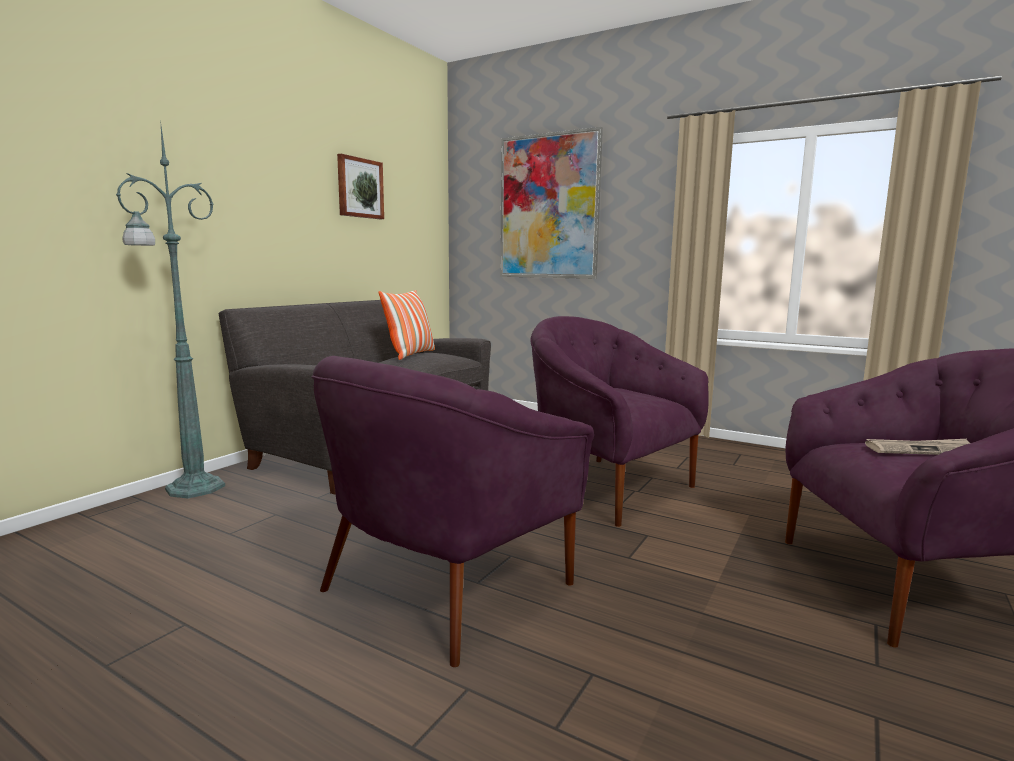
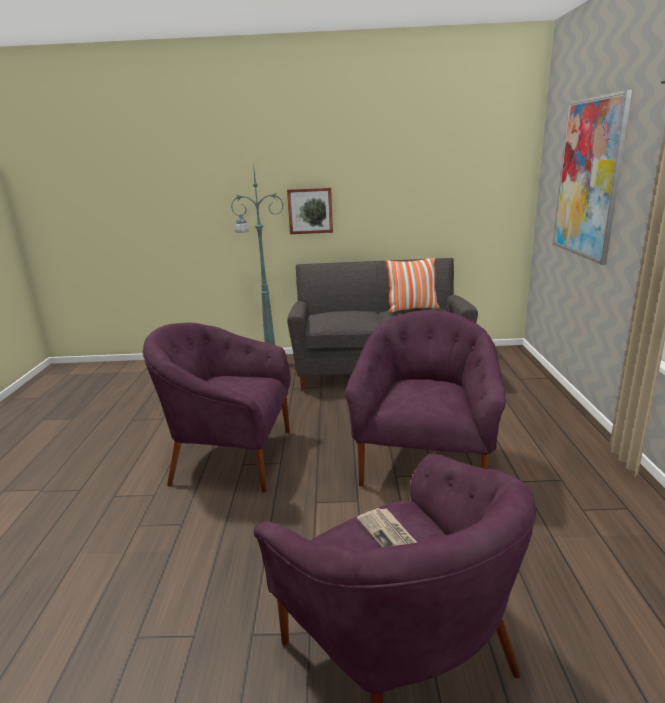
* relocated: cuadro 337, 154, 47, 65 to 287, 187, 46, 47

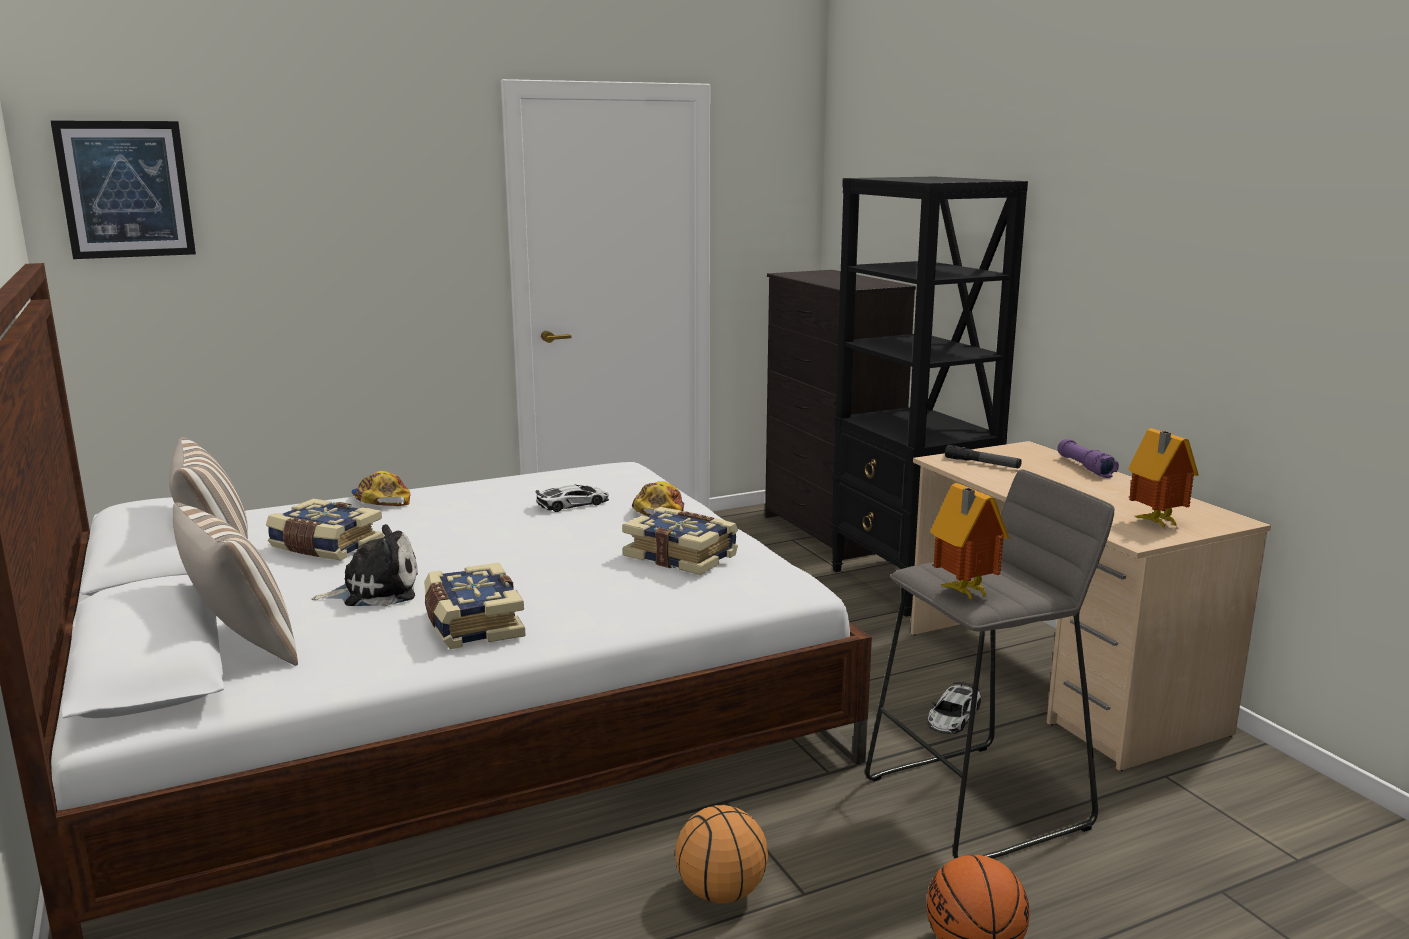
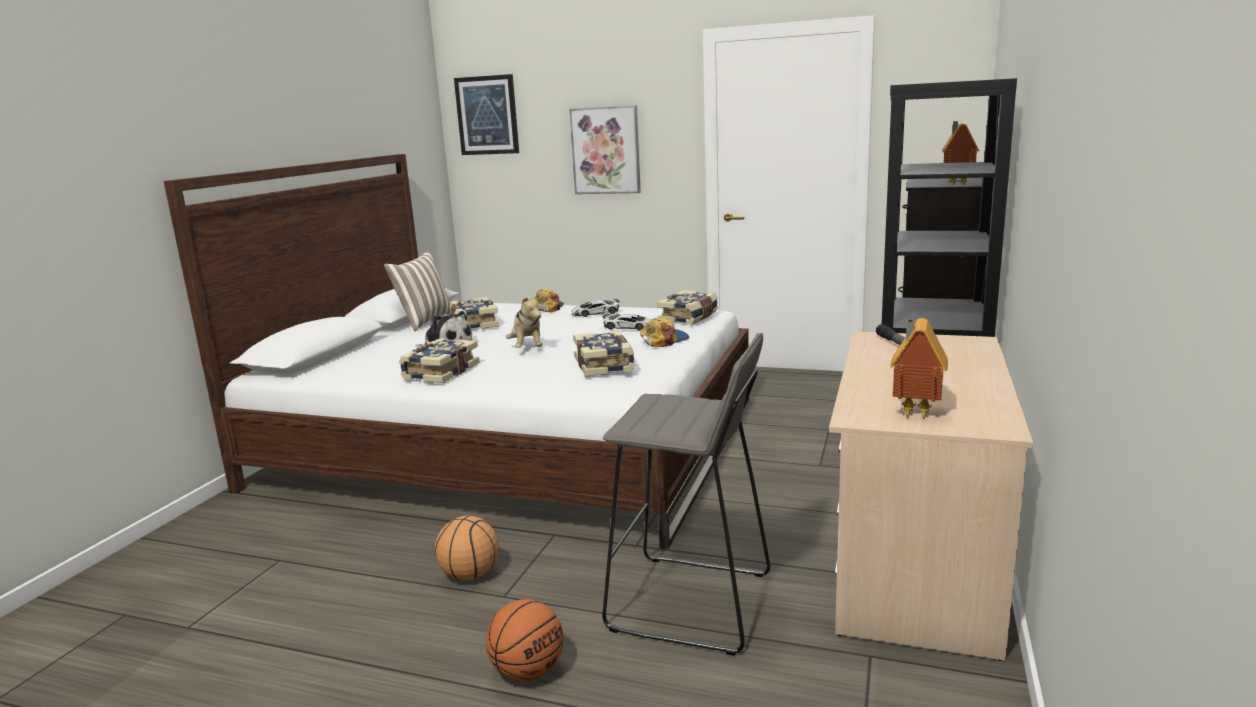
* missing: linterna/morado 1058, 439, 61, 39
* relocated: casita 930, 483, 79, 118 to 942, 121, 37, 64
* missing: cojín 173, 502, 125, 164
* relocated: coche de juguete 928, 682, 53, 52 to 572, 299, 47, 18
* appeared: cuadro 569, 105, 72, 89
* appeared: libro 657, 290, 61, 35
* appeared: peluche 506, 293, 36, 55

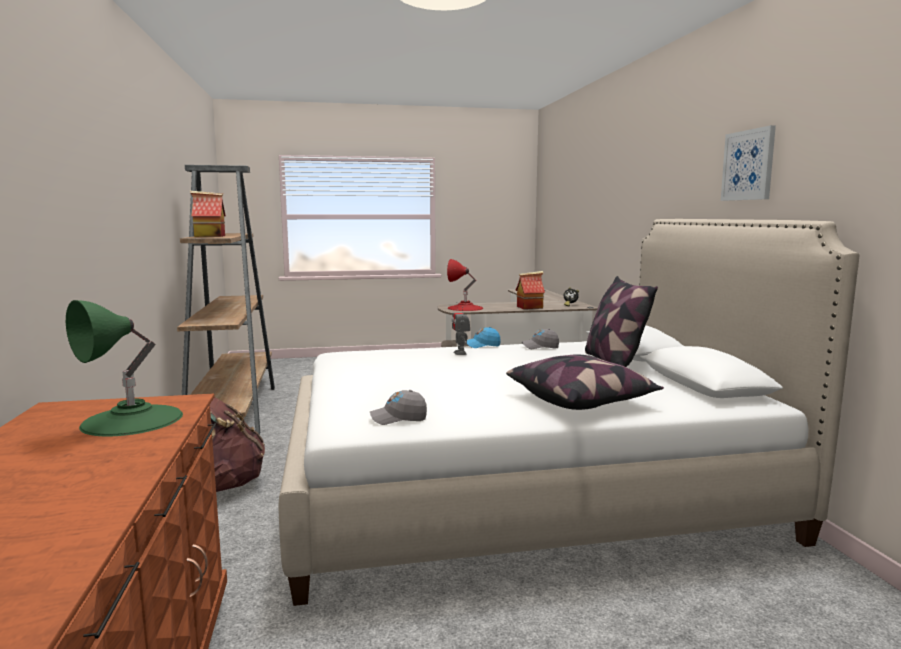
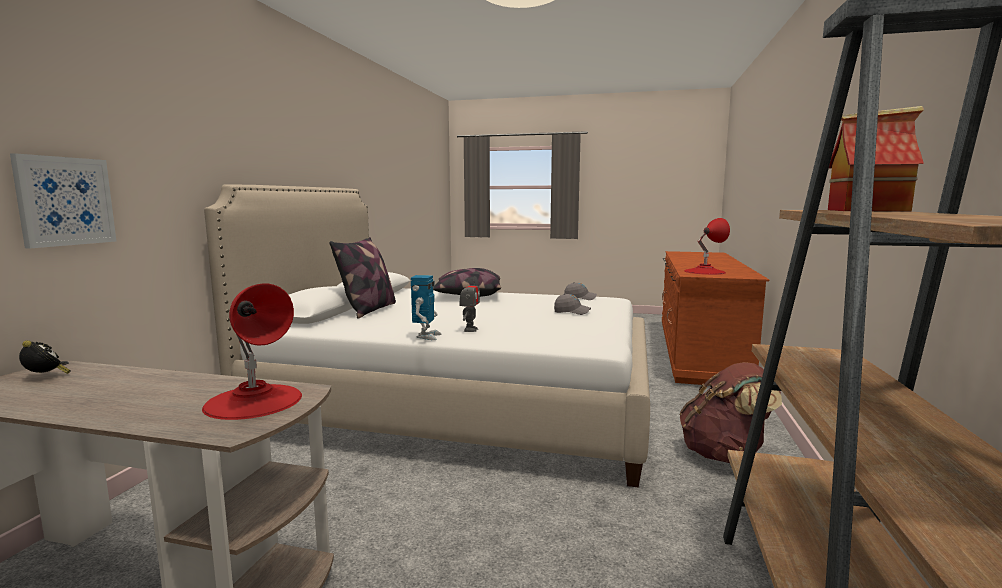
* relocated: cuadro 721, 125, 55, 76 to 10, 153, 106, 95
* missing: casita 515, 271, 30, 38
* colour: lámpara de mesa/verde 66, 300, 117, 136 to lámpara de mesa/rojo 684, 218, 46, 57
* exchanged: gorra/azul 467, 327, 34, 21 to robot de juguete 411, 275, 31, 65
* relocated: gorra/gris 522, 328, 37, 21 to 554, 294, 37, 21

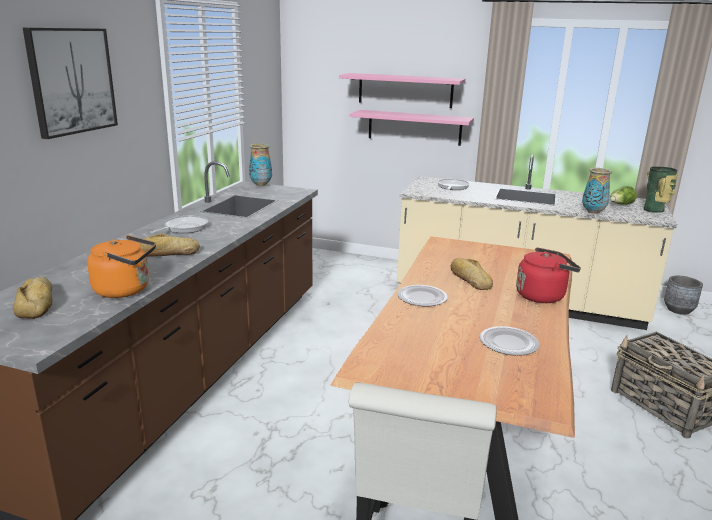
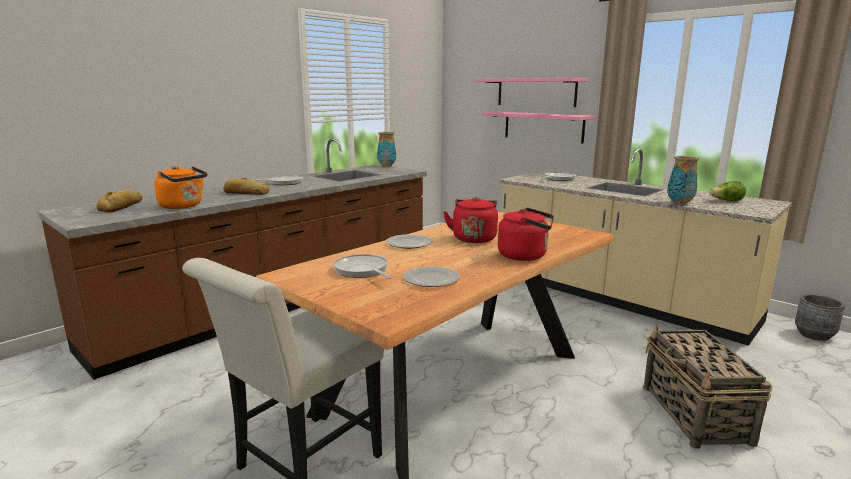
* missing: cuadro 23, 28, 95, 111
* missing: florero 643, 166, 34, 47
* exchanged: pan 450, 258, 43, 32 to hervidor/rojo 443, 197, 55, 46
* appeared: sartén 333, 254, 60, 25

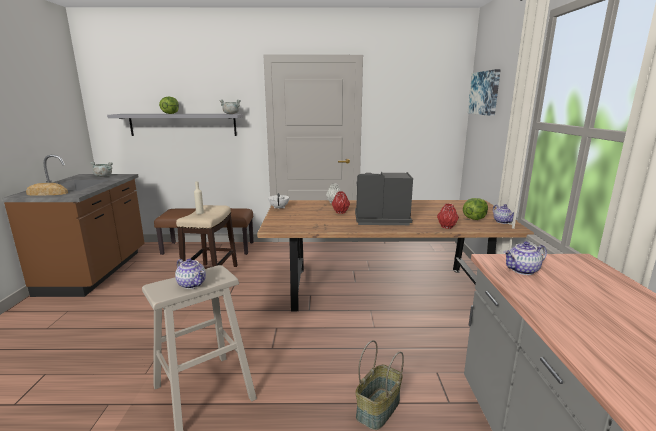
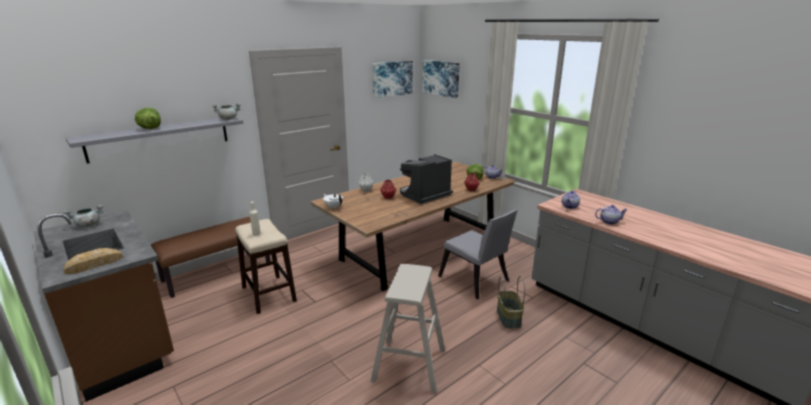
* relocated: tetera 175, 259, 31, 30 to 595, 205, 33, 20
* appeared: cuadro 372, 61, 41, 37
* appeared: silla/gris 438, 209, 80, 90

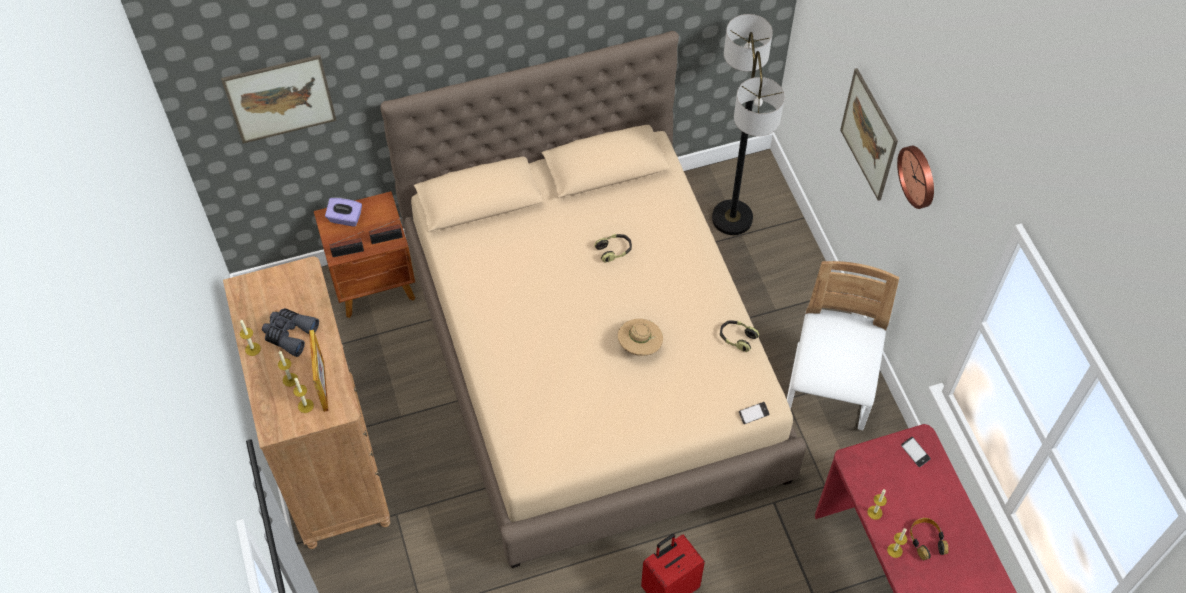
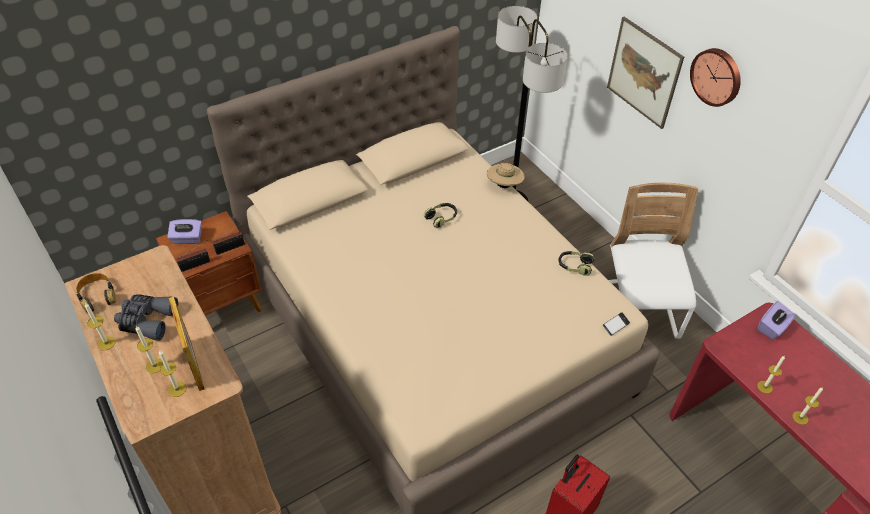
* missing: cuadro 221, 55, 116, 89
* relocated: sombrero/beis 618, 319, 45, 37 to 487, 163, 38, 25
* exchanged: móvil 901, 437, 30, 30 to caja de pañuelos/morado 758, 301, 37, 39
* relocated: auriculares 910, 518, 39, 42 to 76, 273, 40, 40

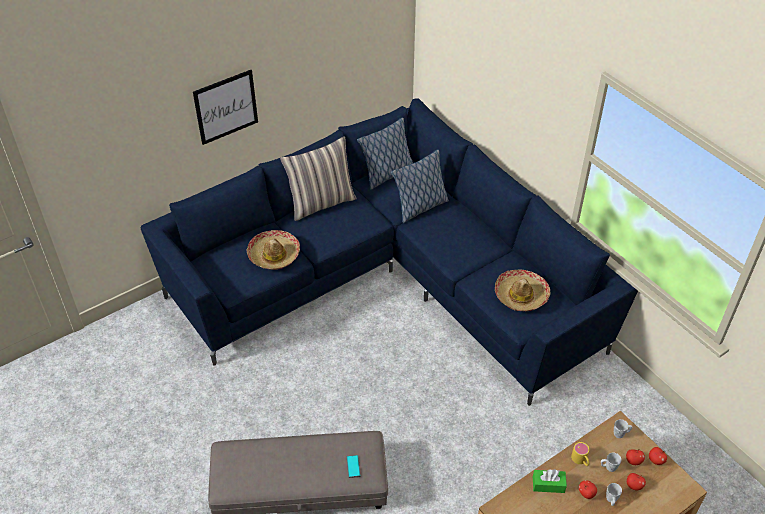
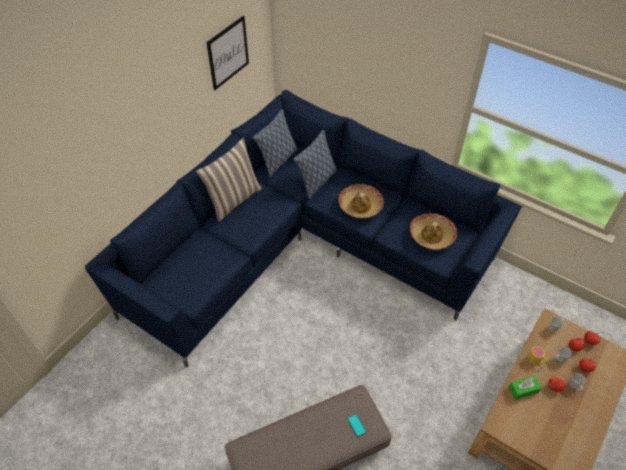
* relocated: cuadro 193, 70, 65, 75 to 206, 16, 43, 74
* relocated: sombrero 247, 230, 53, 40 to 338, 184, 46, 34

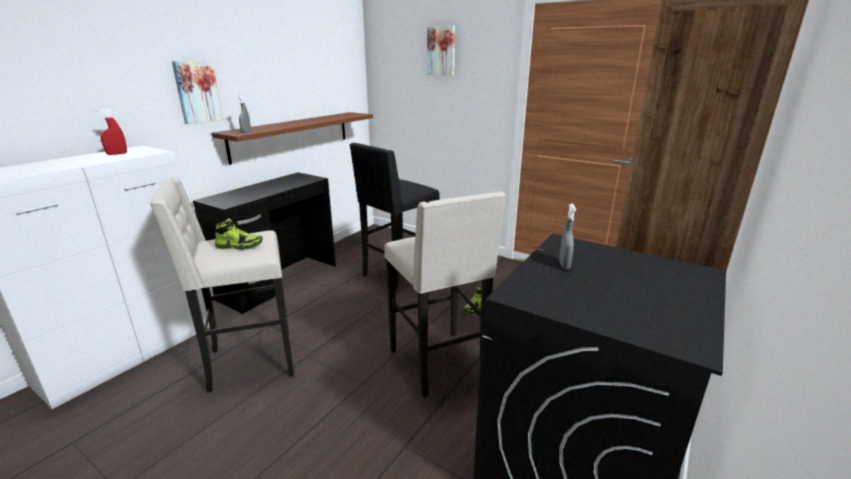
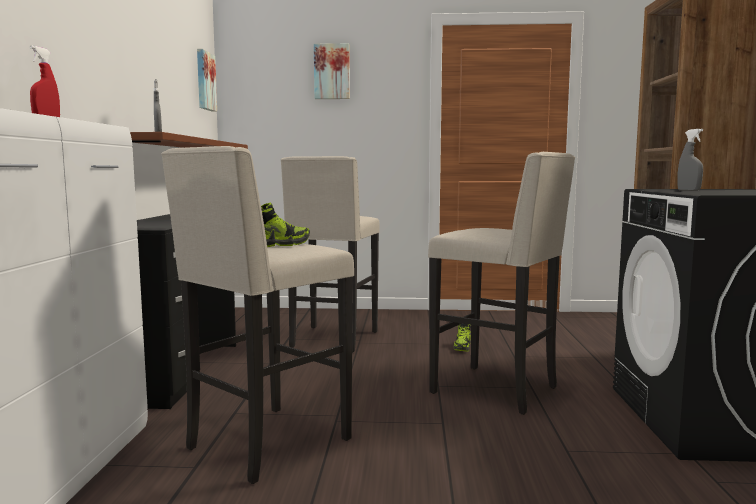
* relocated: cuadro 172, 61, 51, 63 to 197, 49, 20, 63
* colour: taburete/negro 350, 143, 90, 149 to taburete/beis 280, 156, 100, 197

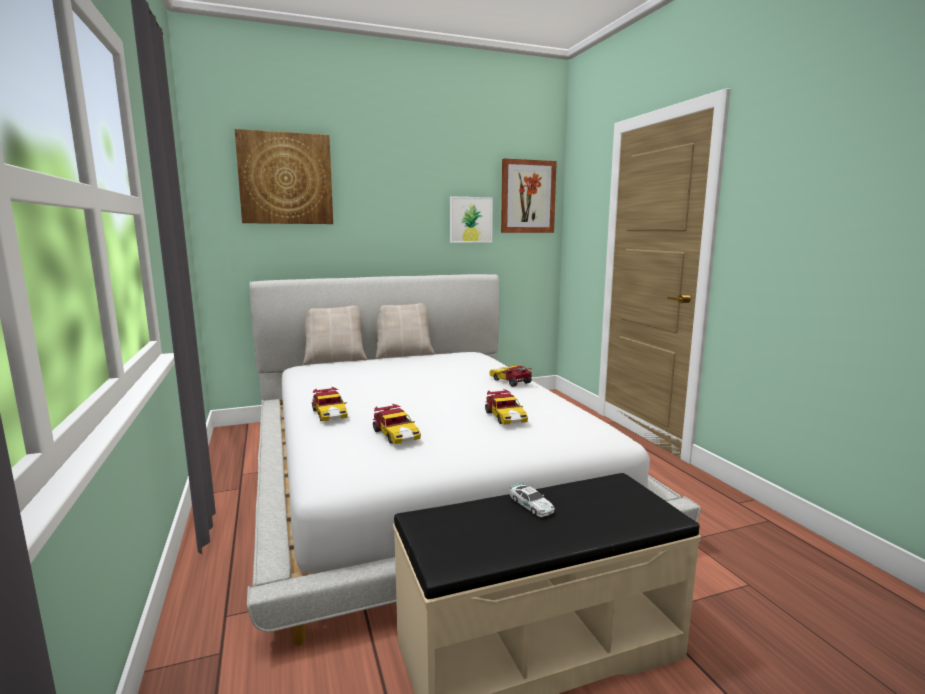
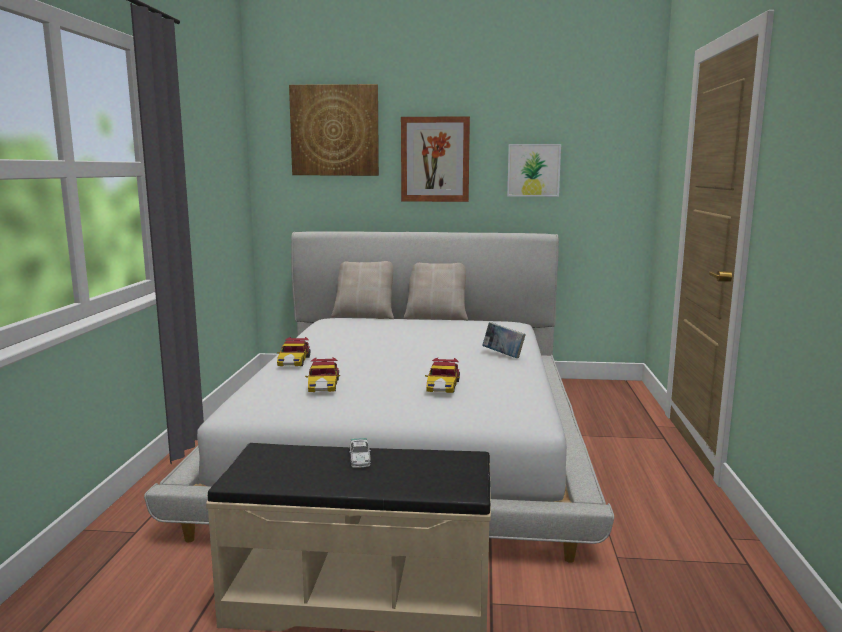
* relocated: cuadro 501, 159, 56, 74 to 401, 116, 69, 86
* exchanged: coche de juguete 489, 365, 43, 22 to libro 482, 322, 44, 36

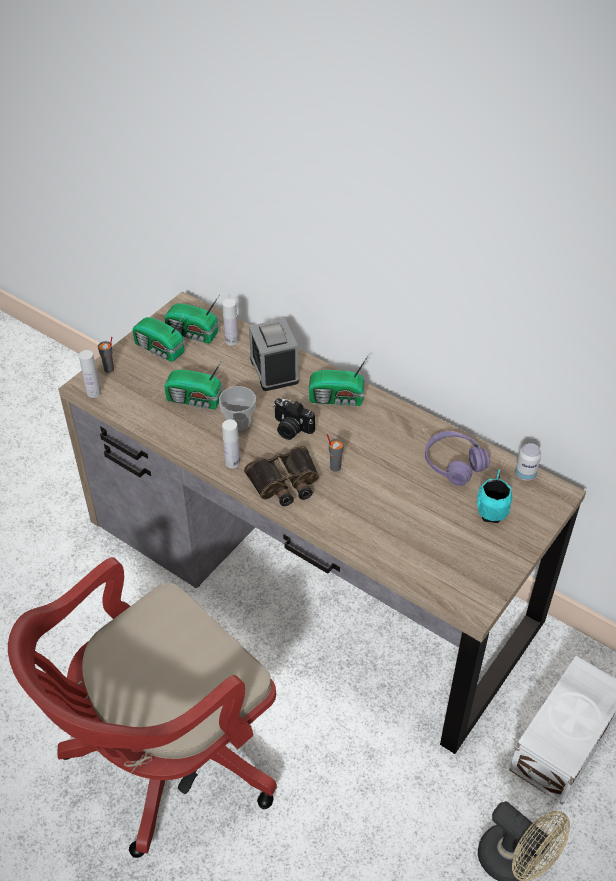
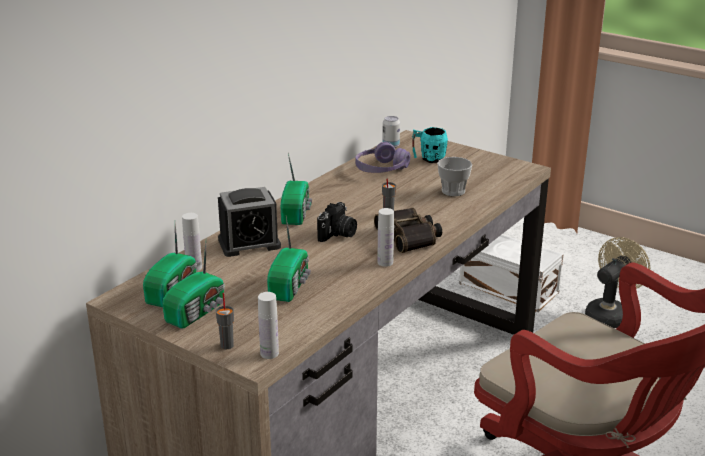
* relocated: taza 219, 386, 37, 45 to 437, 157, 35, 39

